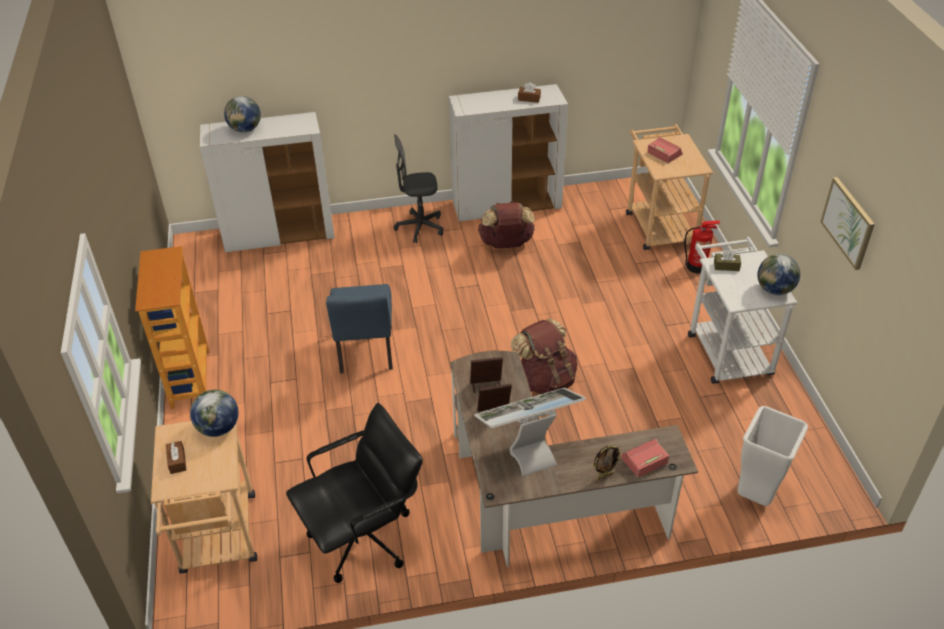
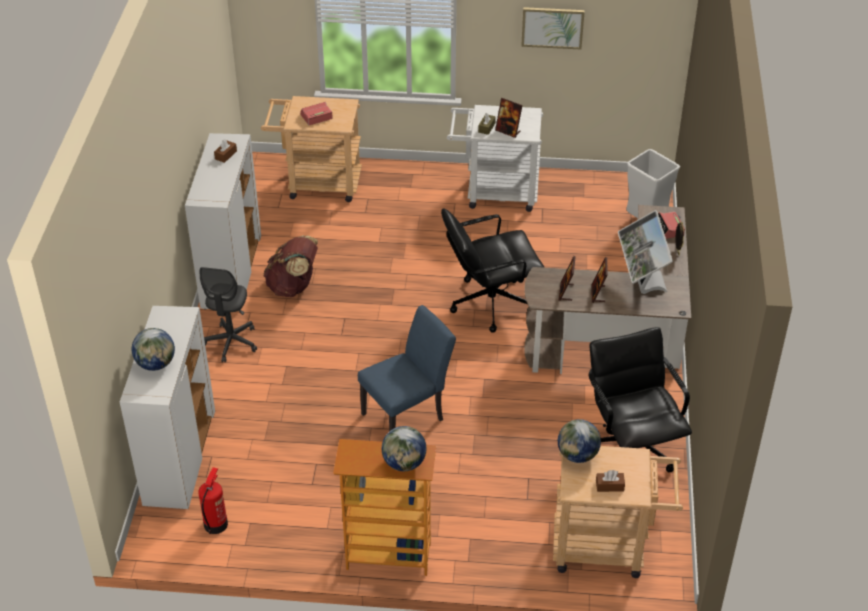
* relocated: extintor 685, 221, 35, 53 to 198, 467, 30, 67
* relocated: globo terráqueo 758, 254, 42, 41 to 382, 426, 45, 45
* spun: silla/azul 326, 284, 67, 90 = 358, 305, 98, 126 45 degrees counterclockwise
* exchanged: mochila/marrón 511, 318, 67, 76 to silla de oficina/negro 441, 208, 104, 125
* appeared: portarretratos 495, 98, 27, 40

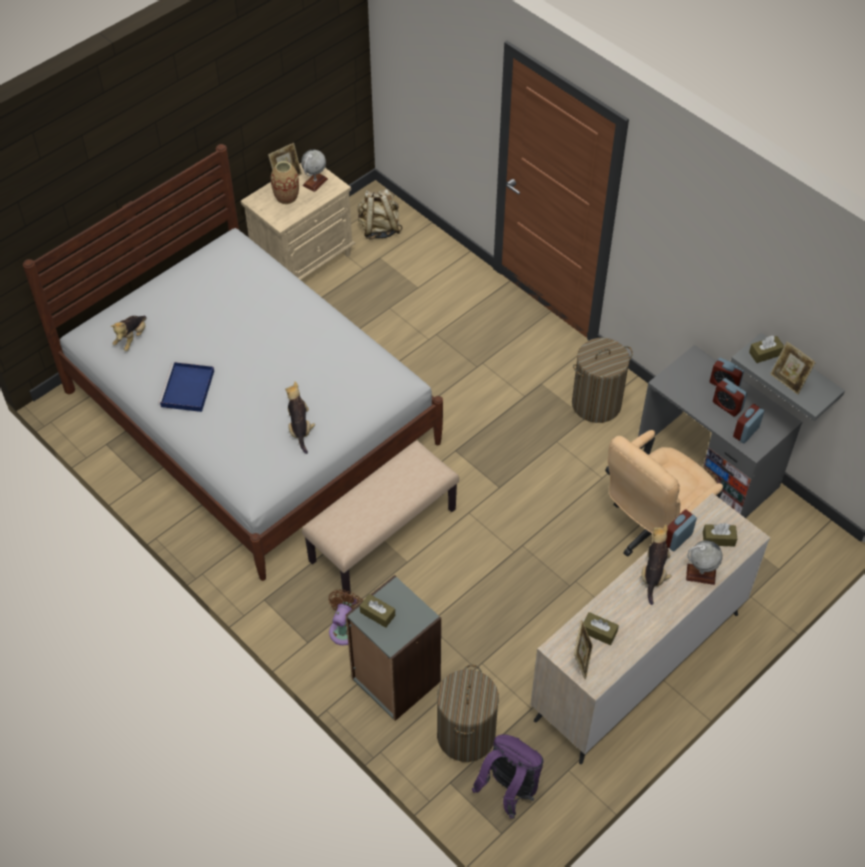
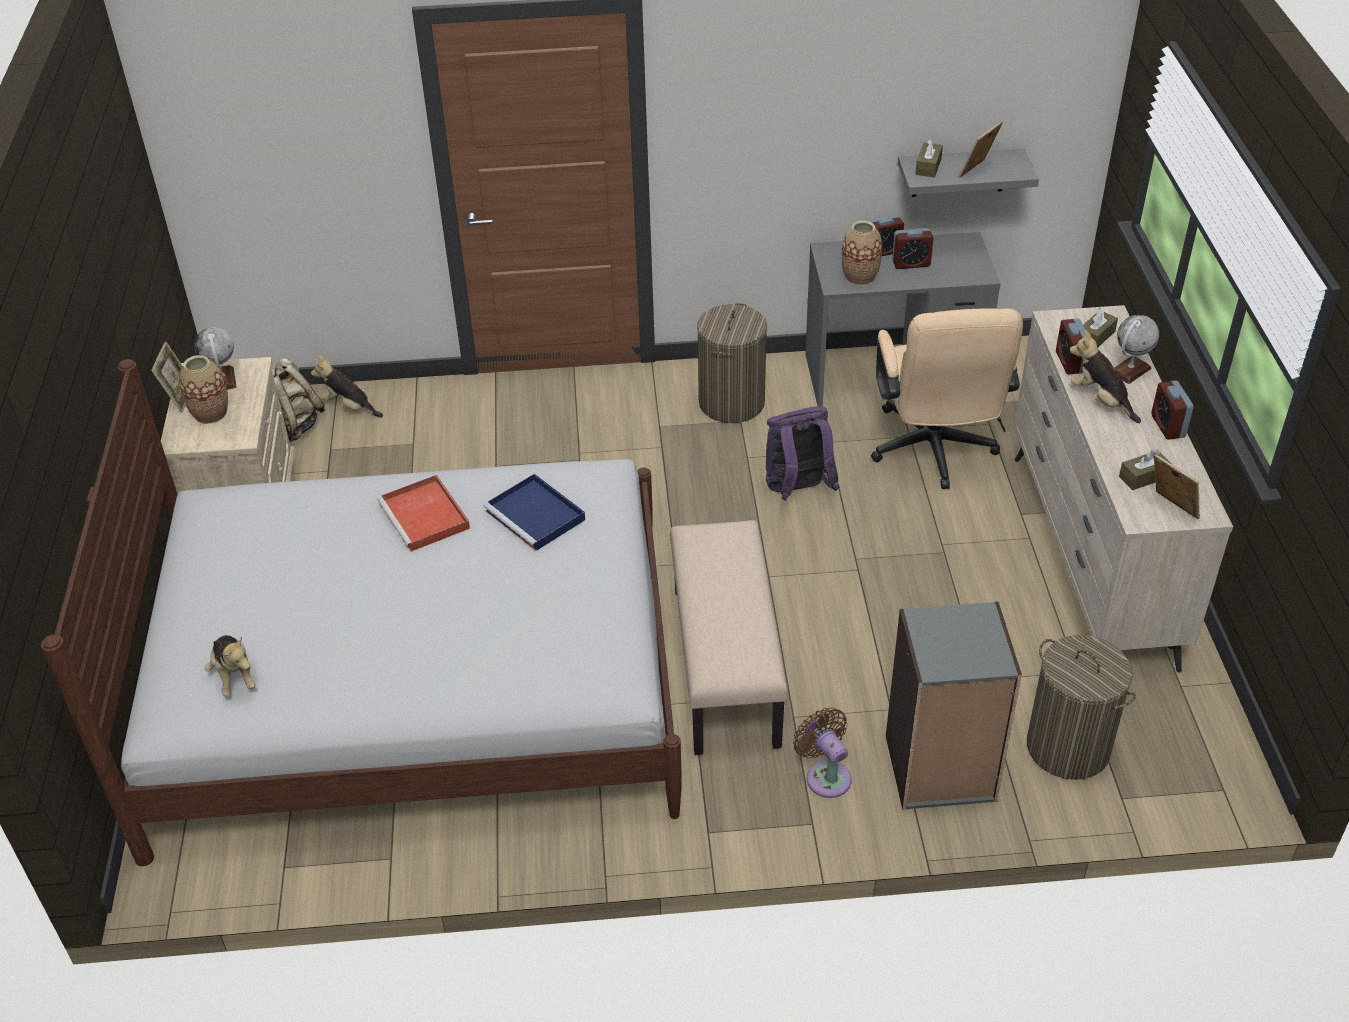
* spun: portarretratos 770, 342, 46, 53 = 958, 121, 45, 57 135 degrees clockwise
* relocated: bandeja/azul 158, 362, 56, 50 to 484, 474, 101, 77
* relocated: peluche 285, 381, 30, 73 to 311, 355, 72, 63
* relocated: despertador 733, 404, 31, 39 to 1151, 380, 42, 60
* missing: caja de pañuelos/marrón 360, 594, 35, 34
* relocated: mochila/morado 472, 734, 71, 85 to 766, 406, 73, 94
* appeared: florero 842, 221, 41, 65
* appeared: bandeja/rojo 377, 475, 93, 77

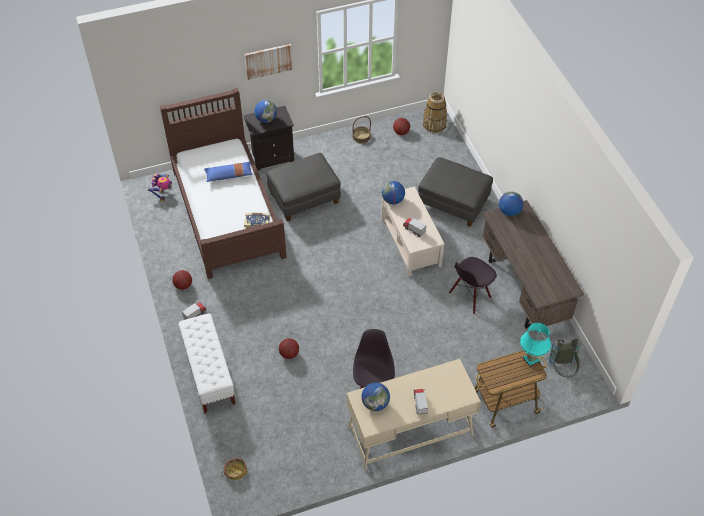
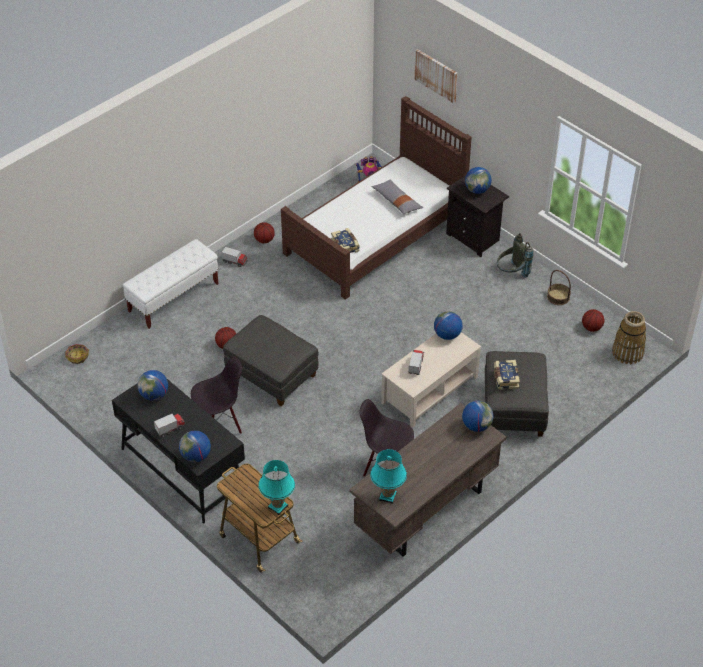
* relocated: cuadro 245, 44, 48, 36 to 415, 49, 42, 54
* relocated: puf/gris 267, 153, 74, 69 to 223, 315, 96, 91
* colour: cojín/azul 204, 162, 49, 20 to cojín/gris 371, 180, 52, 34
* relocated: mochila/gris 546, 339, 34, 38 to 497, 233, 36, 45
* colour: escritorio/beis 347, 359, 134, 111 to escritorio/negro 112, 370, 133, 153
* appeared: libro 494, 360, 26, 30
* appeared: globo terráqueo 179, 431, 32, 31
* appeared: lámpara de mesa/turquesa 370, 449, 37, 55

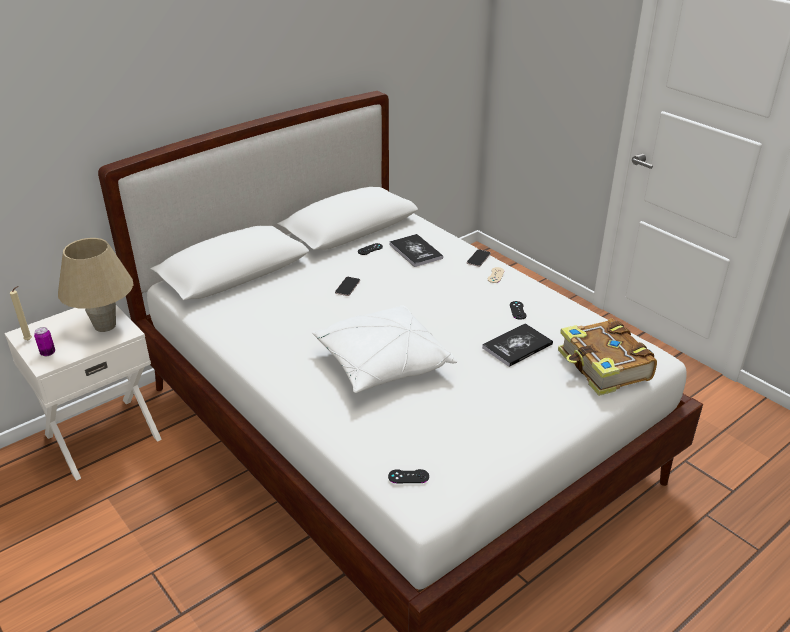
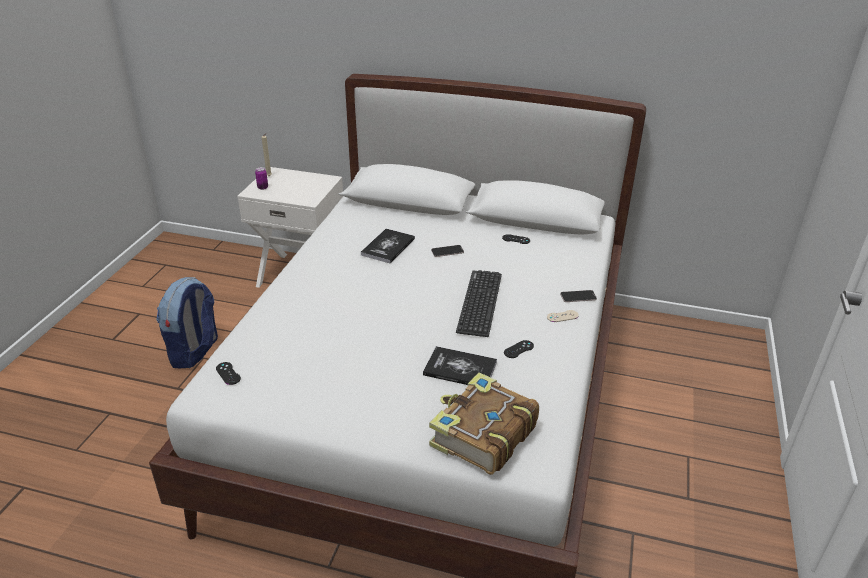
* relocated: libro 389, 234, 54, 33 to 361, 229, 54, 34
* missing: lámpara de mesa/beis 58, 238, 75, 94
* missing: cojín/blanco 312, 305, 145, 88
* appeared: teclado 456, 270, 46, 67
* appeared: mochila 156, 277, 62, 91

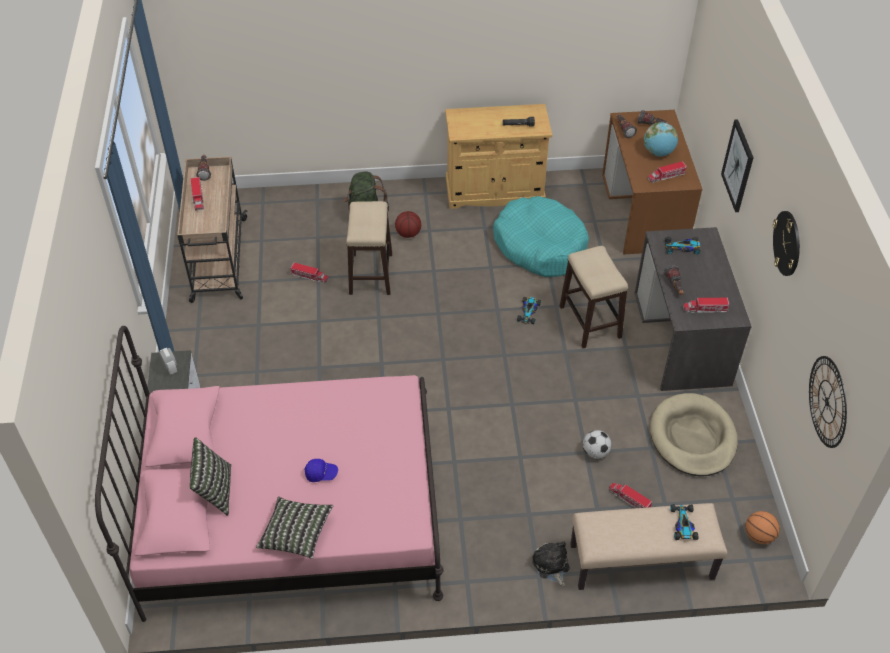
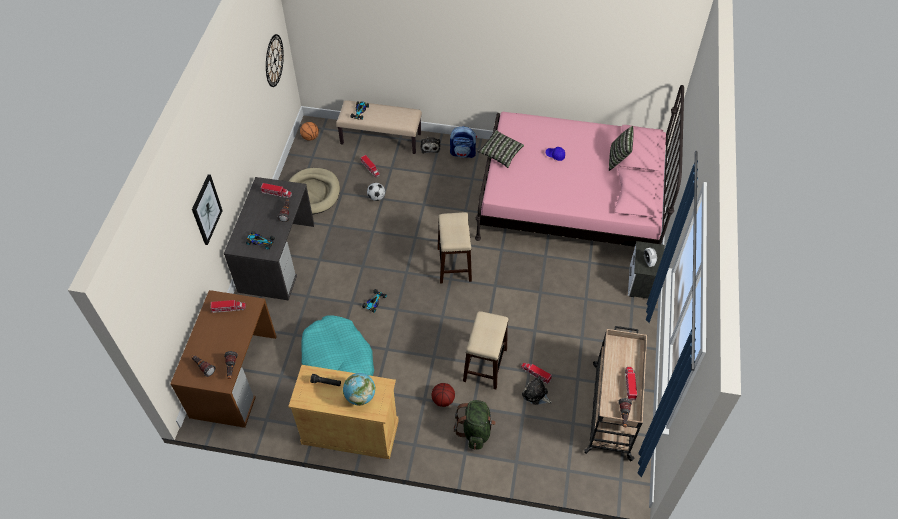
* relocated: globo terráqueo 644, 122, 34, 34 to 343, 373, 33, 33
* missing: reloj de pared 773, 211, 27, 65
* relocated: taburete 560, 246, 68, 102 to 437, 212, 35, 71
* relocated: cojín 256, 496, 77, 63 to 477, 129, 47, 39
* appeared: mochila 450, 126, 27, 32
* appeared: peluche 522, 376, 30, 29

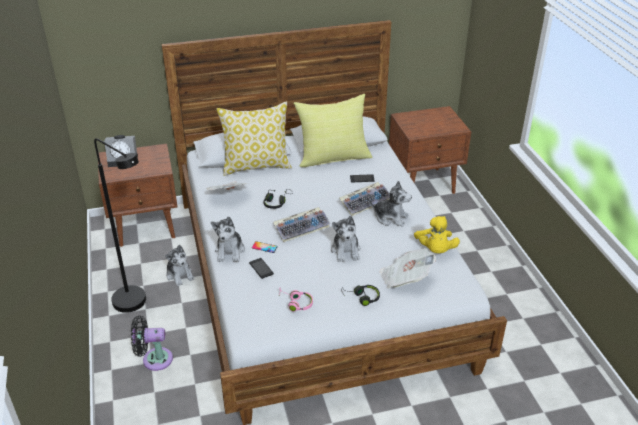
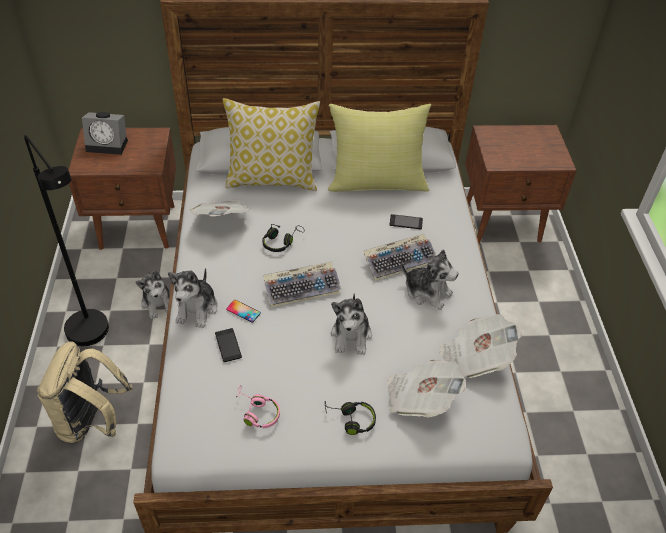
* exchanged: peluche/amarillo 414, 216, 46, 38 to periódico 439, 314, 83, 64
* exchanged: ventilador/negro 131, 315, 42, 56 to mochila/beis 37, 341, 95, 103

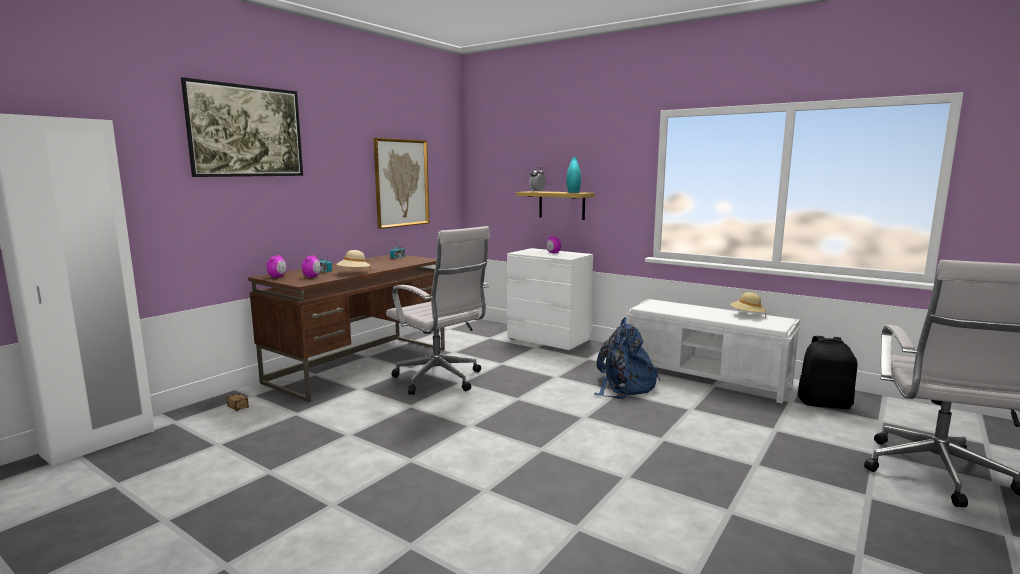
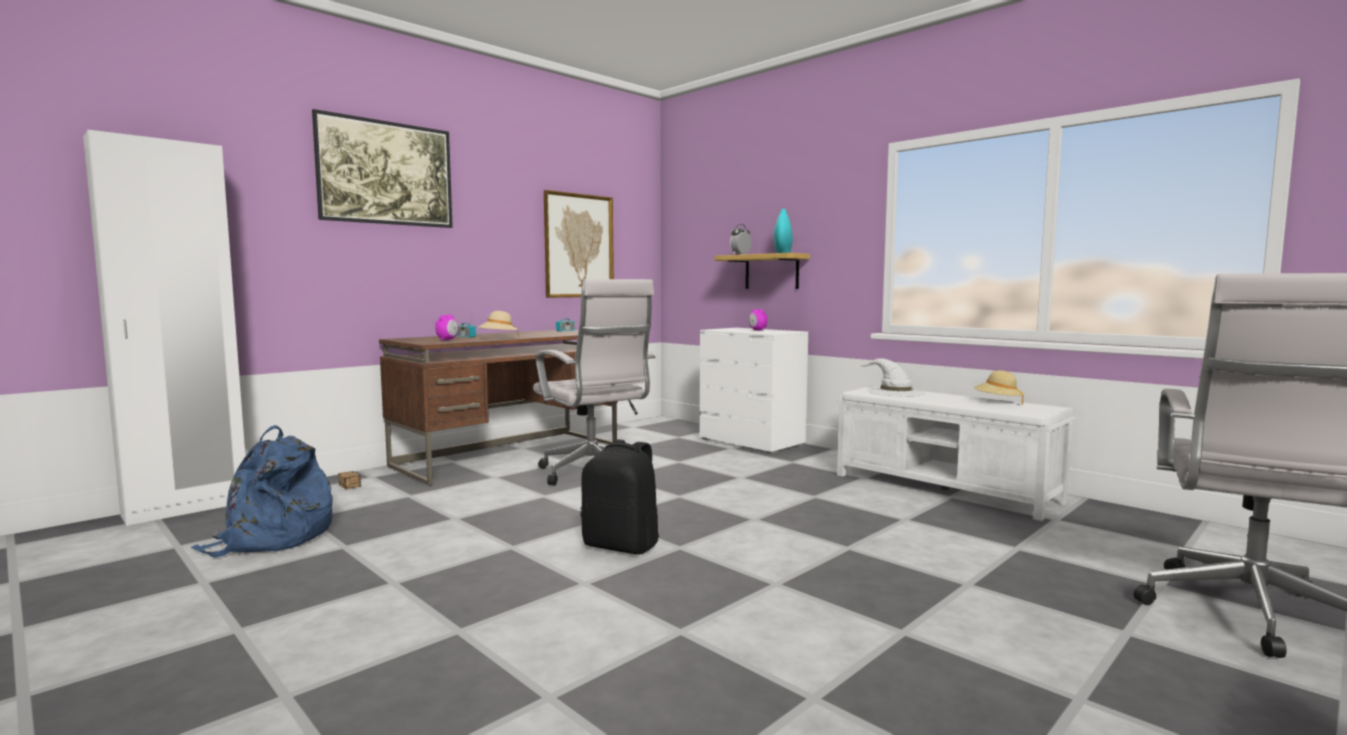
* missing: despertador 267, 256, 20, 22
* relocated: mochila/azul 594, 317, 67, 82 to 191, 425, 142, 133
* relocated: mochila/negro 798, 336, 59, 73 to 581, 439, 78, 115
* appeared: sombrero/blanco 860, 358, 65, 39

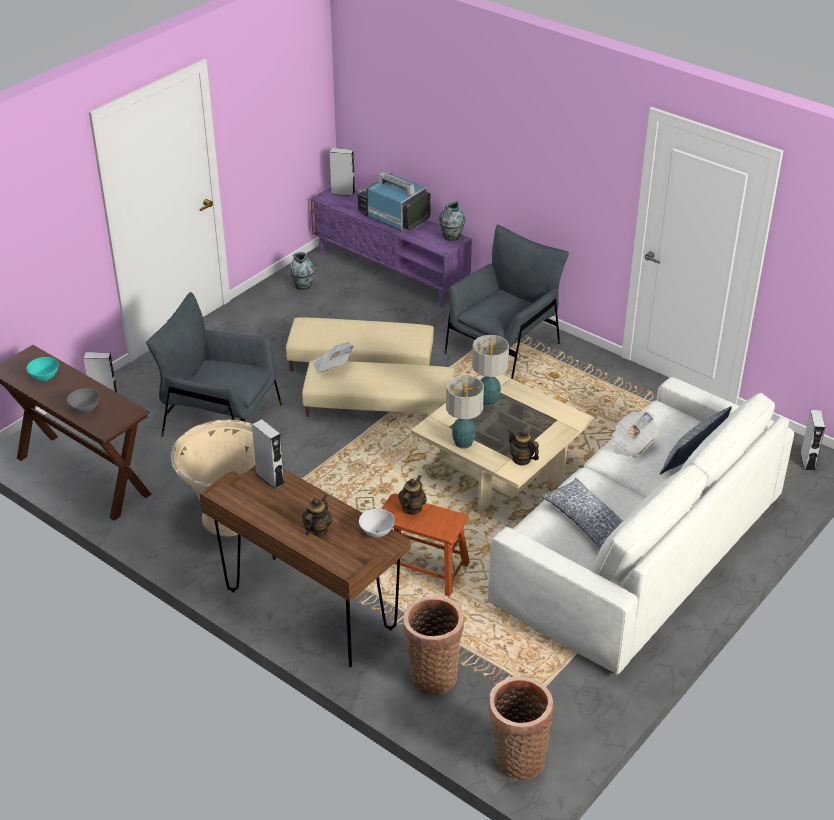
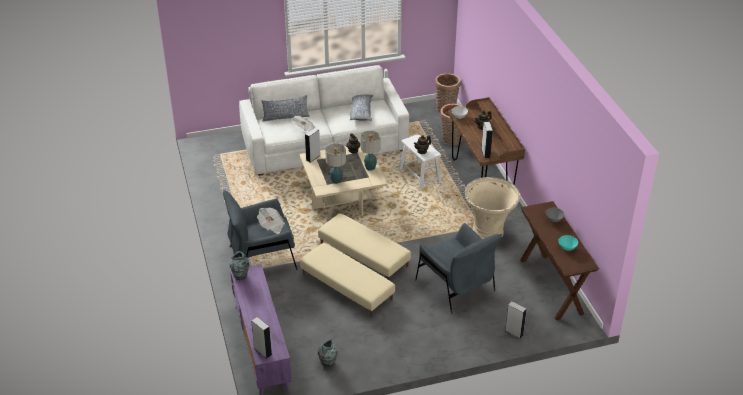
* missing: televisor 357, 172, 74, 59
* relocated: periódico 313, 342, 41, 32 to 257, 208, 28, 26
* relocated: altavoz/gris 800, 410, 25, 61 to 305, 128, 15, 35
* colour: taburete/marrón 381, 494, 89, 102 to taburete/blanco 398, 134, 44, 56

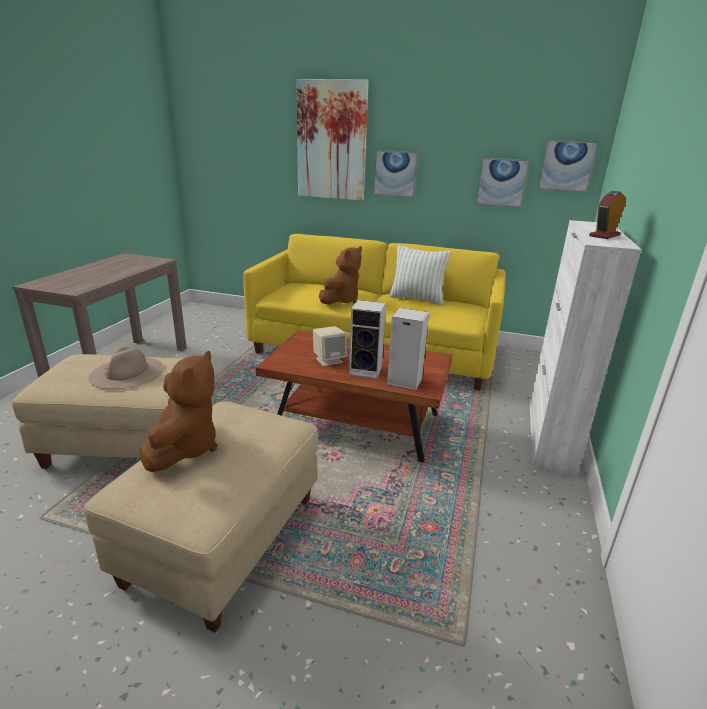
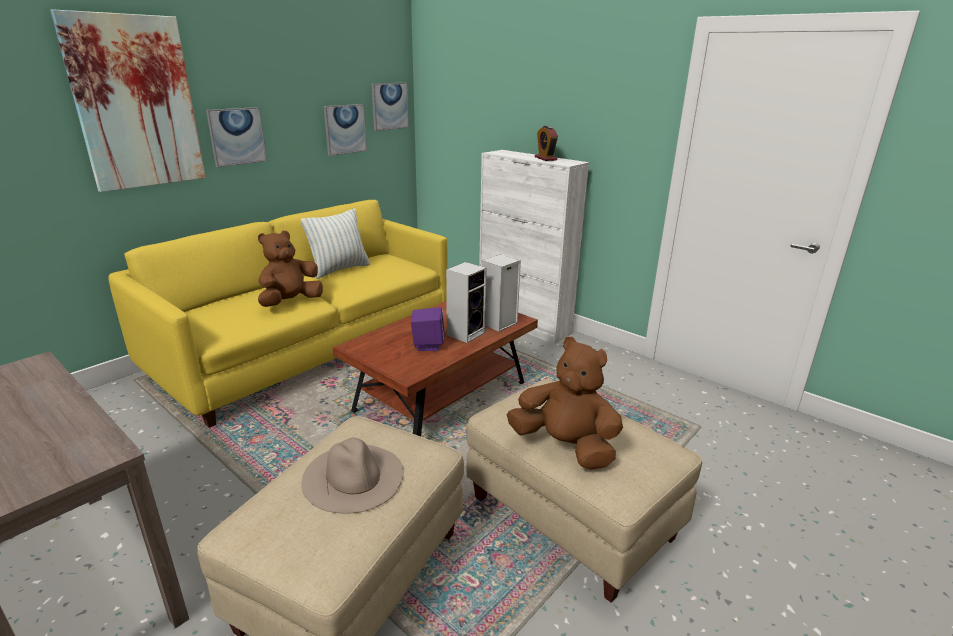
* spun: peluche/marrón 319, 246, 43, 59 = 258, 231, 65, 76 105 degrees counterclockwise
* colour: altavoz/beis 313, 326, 34, 40 to altavoz/morado 411, 307, 34, 44

